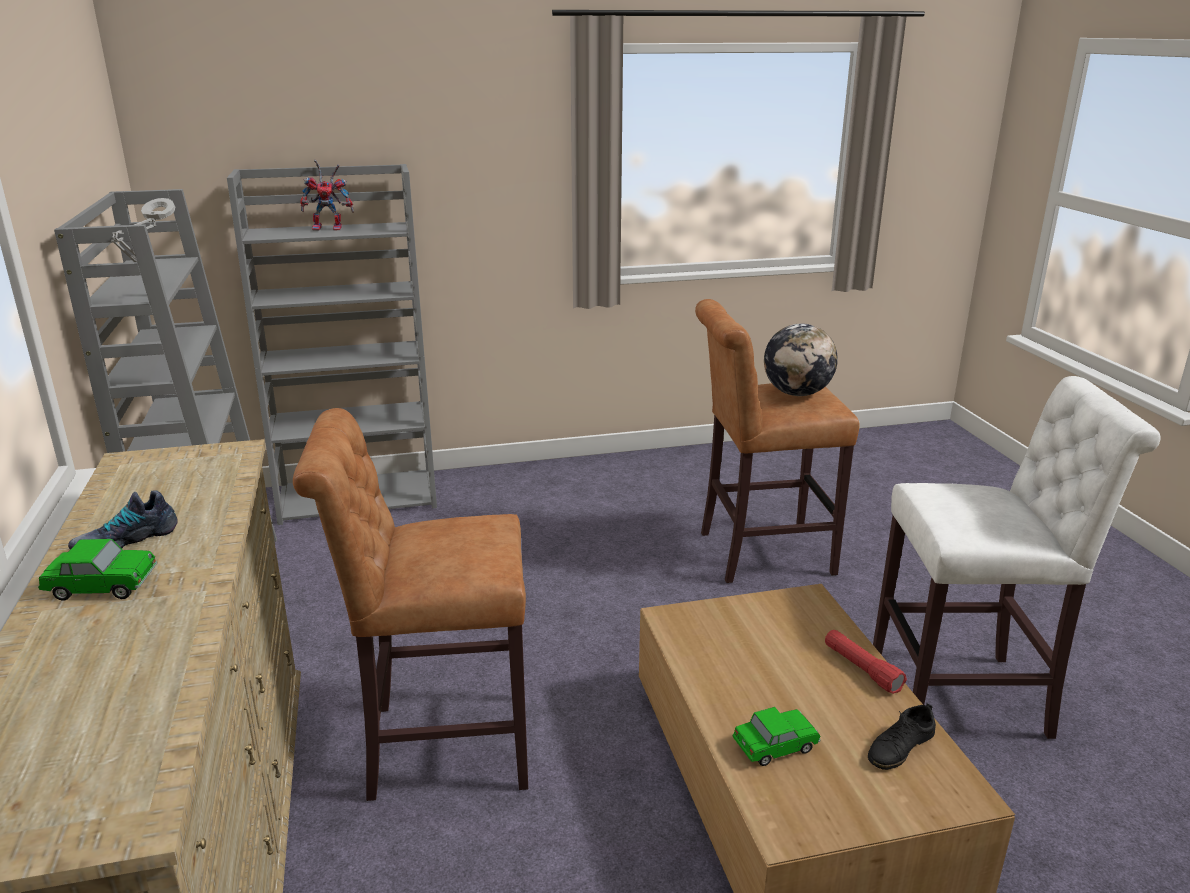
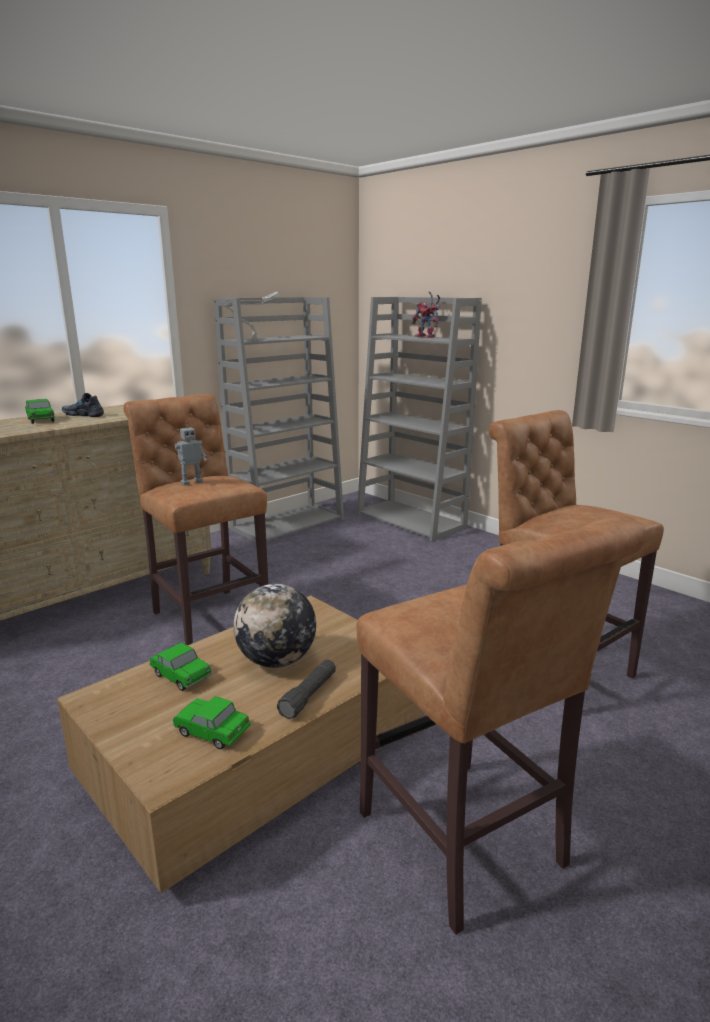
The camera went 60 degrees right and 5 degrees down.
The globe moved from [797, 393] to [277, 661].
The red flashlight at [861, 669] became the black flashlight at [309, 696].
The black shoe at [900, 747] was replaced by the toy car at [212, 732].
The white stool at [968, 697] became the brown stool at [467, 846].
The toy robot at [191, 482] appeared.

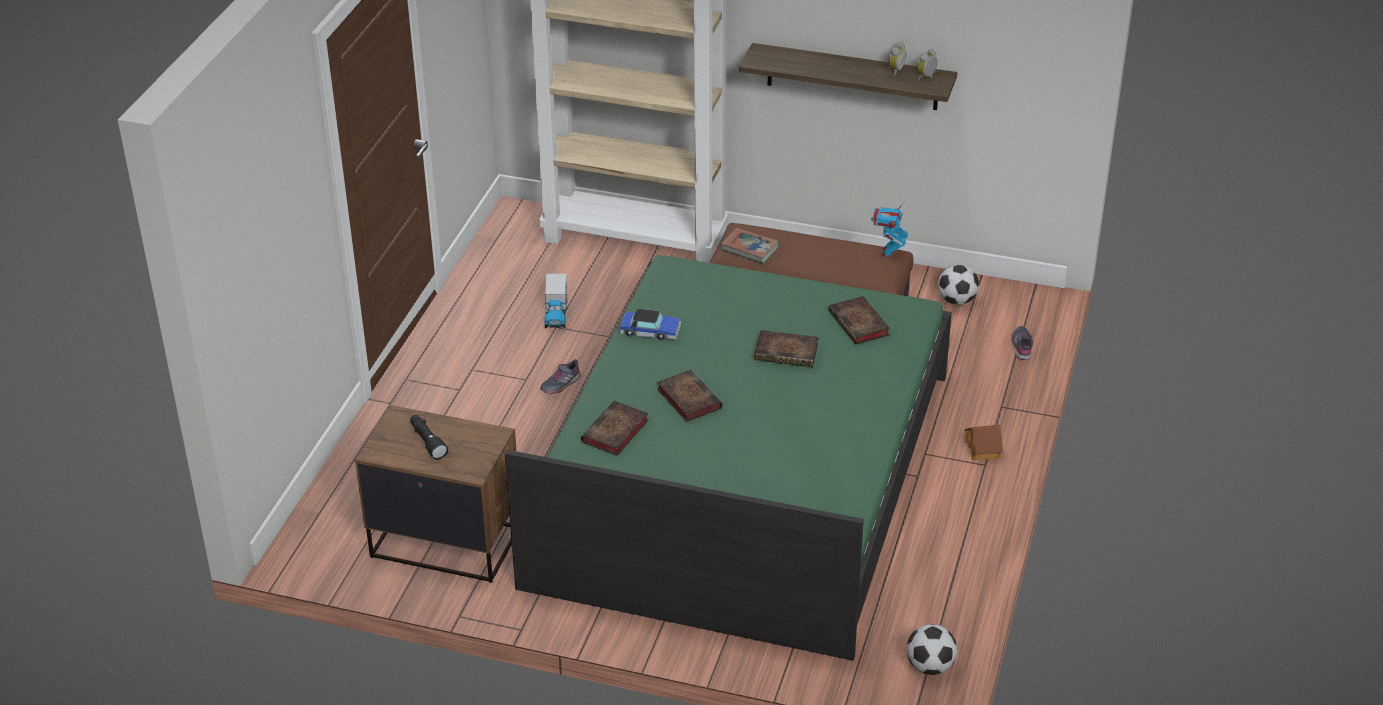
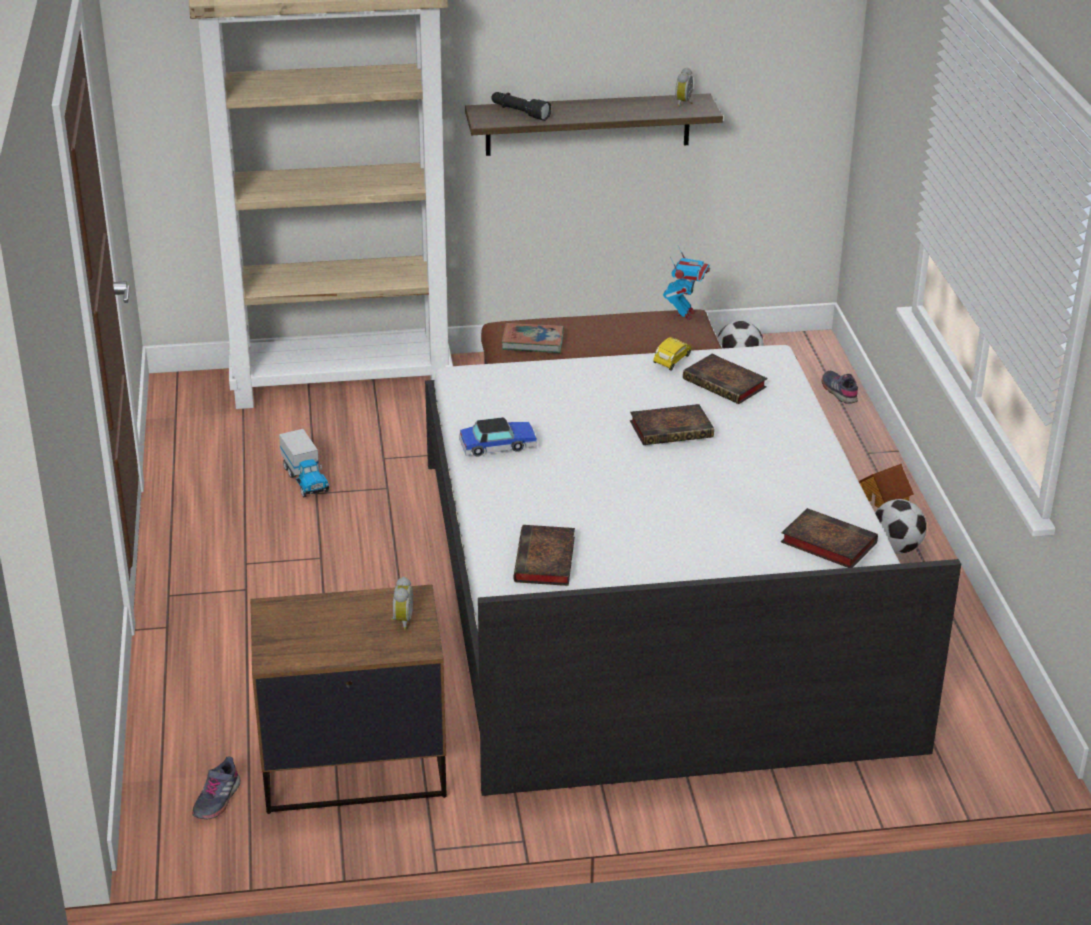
The camera went 25 degrees left and 5 degrees down.
The black flashlight moved from [427, 442] to [519, 112].
The green bed at [743, 478] became the white bed at [655, 596].
The grey shoe moved from [560, 384] to [216, 799].
The book moved from [687, 398] to [826, 543].
The toy robot at [887, 253] turned 150 degrees counterclockwise.
The alarm clock moved from [895, 70] to [401, 620].
The football moved from [930, 667] to [896, 549].
The yellow toy car at [673, 361] appeared.

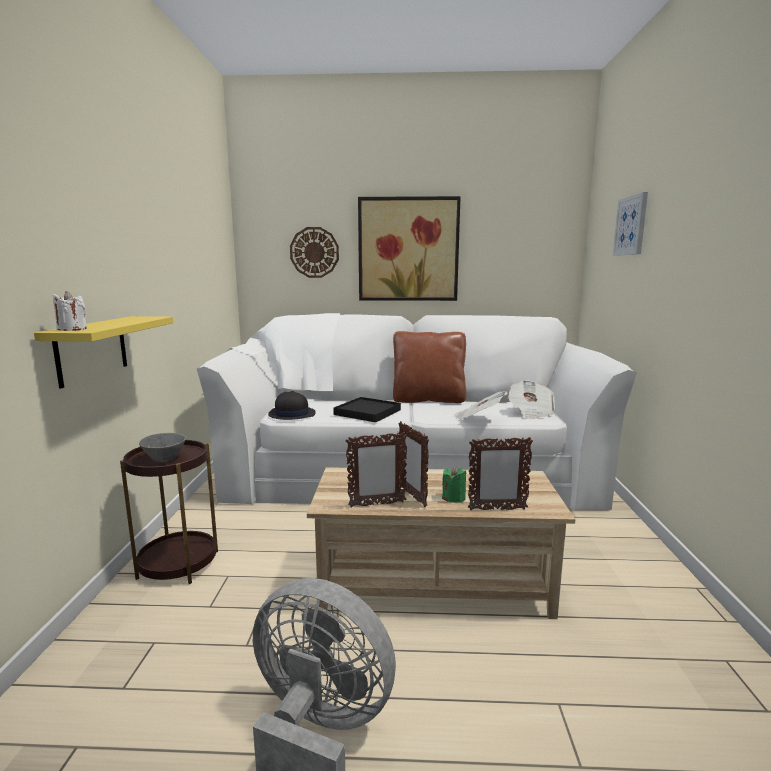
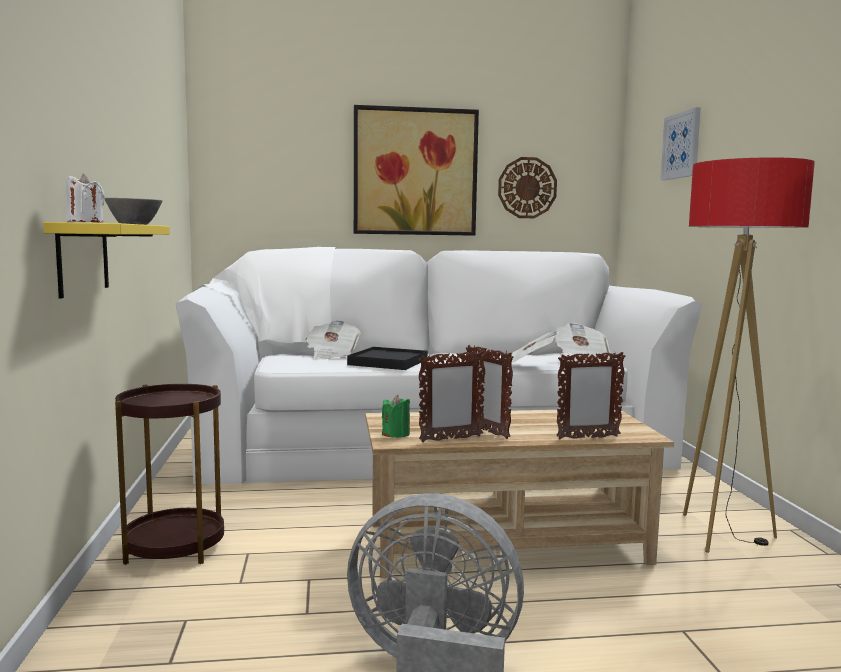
The camera went 10 degrees left and 5 degrees down.
The grey bowl moved from [163, 459] to [133, 224].
The black hat at [291, 414] disappeared.
The wall clock moved from [314, 252] to [527, 188].
The brown pillow at [428, 400] disappeared.
The green candle moved from [454, 498] to [396, 434].
The newspaper at [332, 354] appeared.
The floor lamp at [722, 534] appeared.

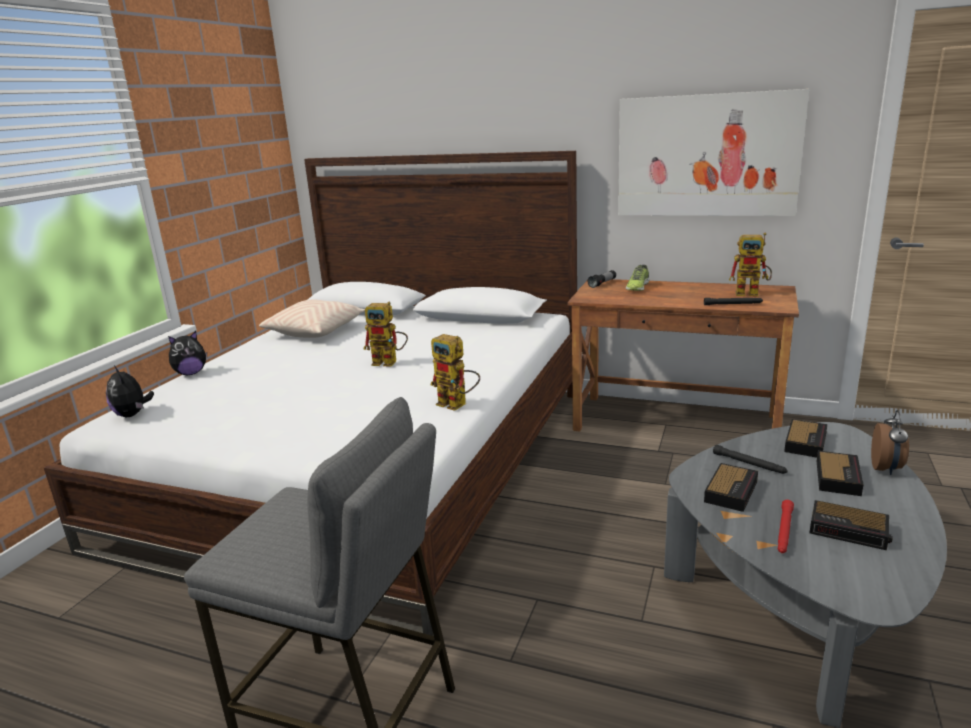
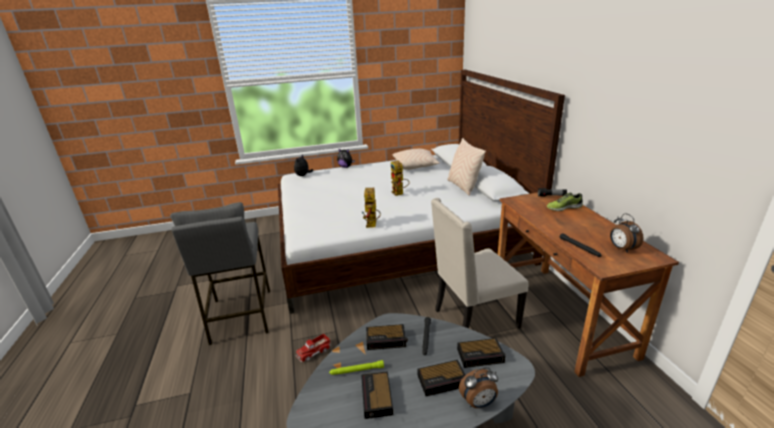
The camera went 55 degrees right and 5 degrees up.
The picture at [707, 156] disappeared.
The toy robot at [752, 293] was replaced by the alarm clock at [621, 249].
The red flashlight at [784, 531] became the green flashlight at [356, 370].
The toy truck at [314, 351] appeared.
The beige chair at [473, 319] appeared.
The beige pillow at [463, 187] appeared.

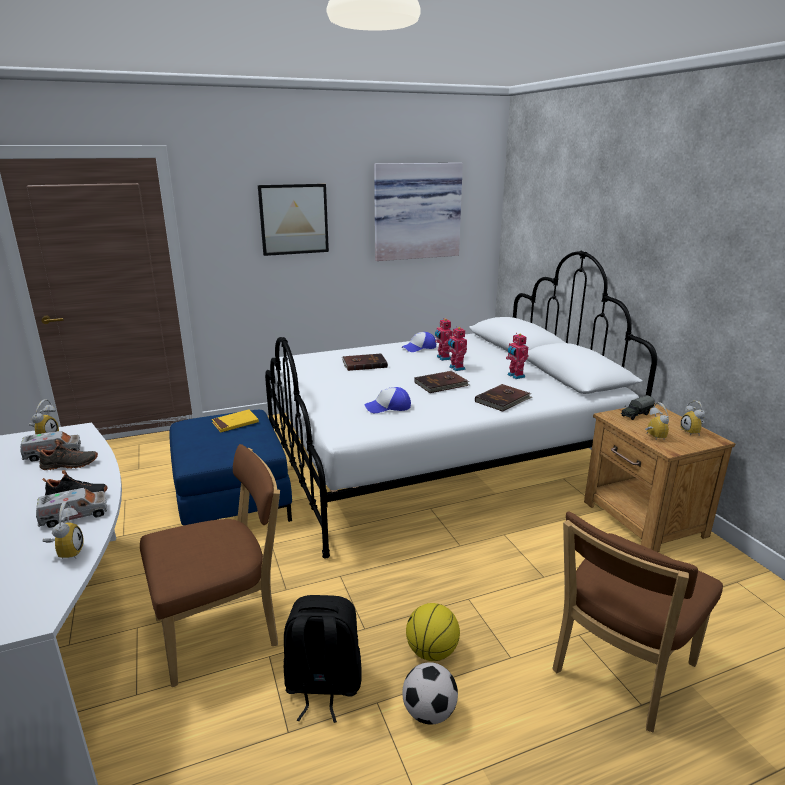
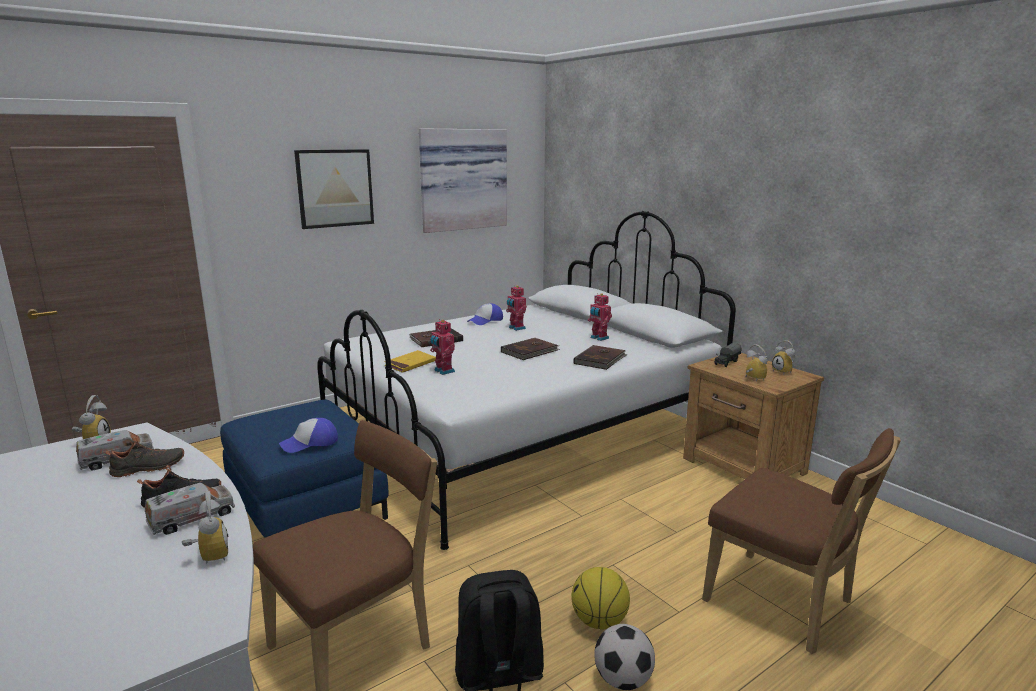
The camera went 15 degrees left and 5 degrees down.
The yellow book moved from [235, 423] to [410, 364].
The cap moved from [388, 407] to [310, 443].
The toy robot moved from [456, 368] to [443, 371].
The brown chair at [619, 671] turned 75 degrees counterclockwise.

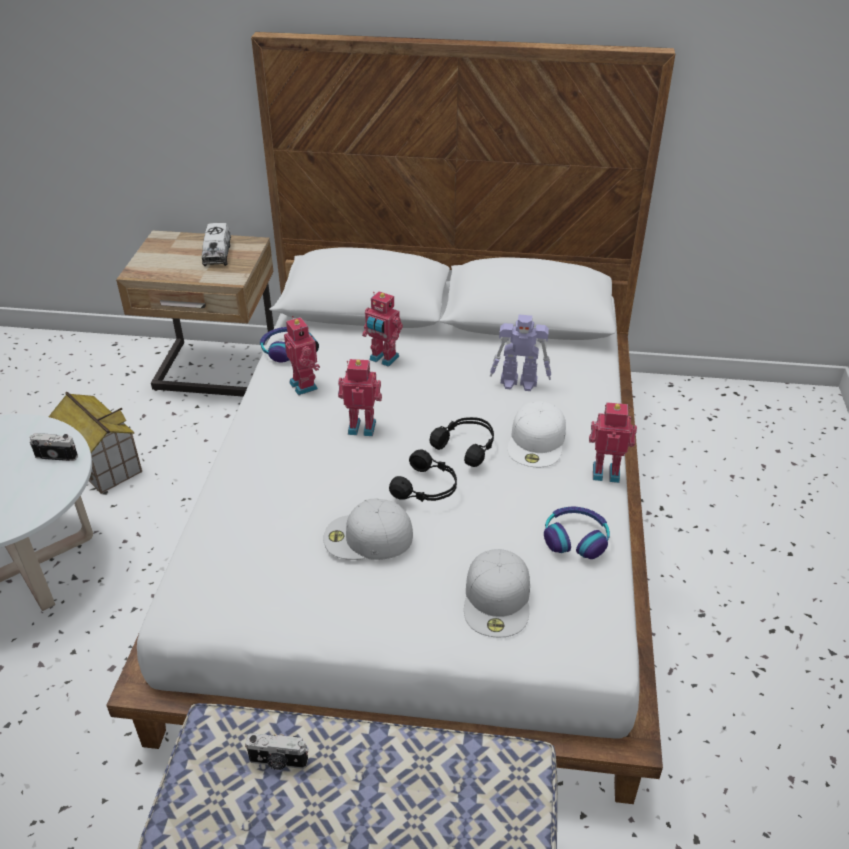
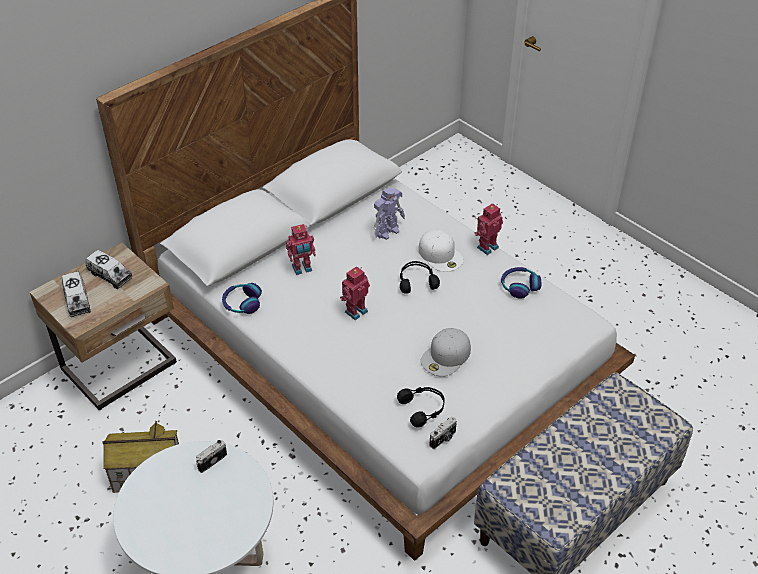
The camera went 50 degrees left and 5 degrees up.
The photo camera moved from [278, 762] to [443, 439].
The toy robot at [305, 385] disappeared.
The black headphones moved from [427, 488] to [423, 408].
The white cap at [498, 599] disappeared.
The toy truck at [77, 300] appeared.

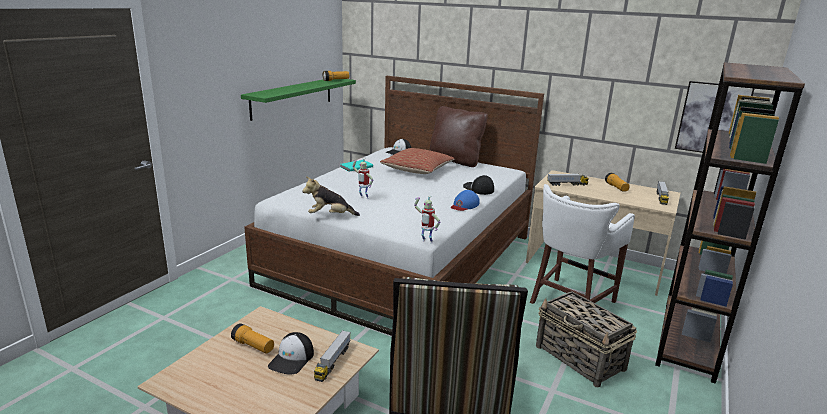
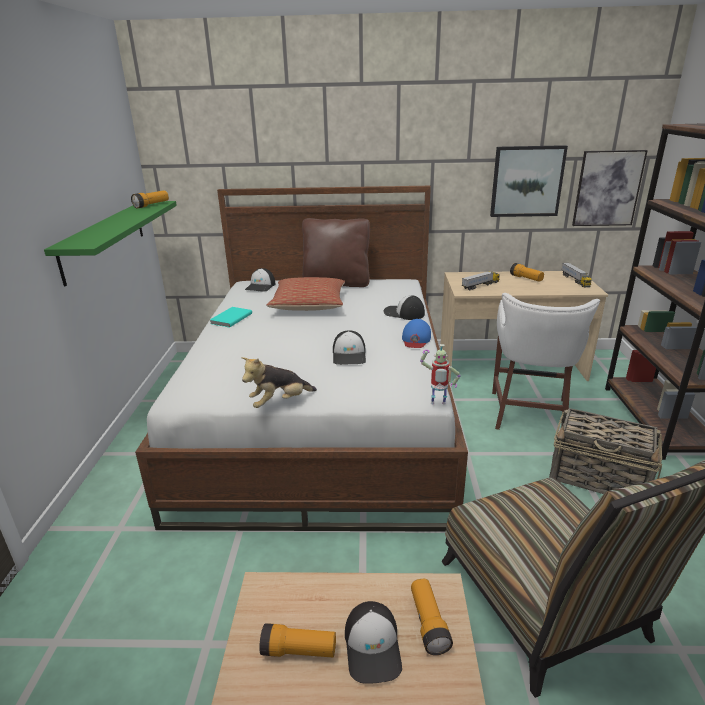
The camera went 25 degrees left and 5 degrees up.
The toy truck at [333, 362] was replaced by the flashlight at [428, 623].
The toy robot at [363, 198] disappeared.
The cap at [349, 355] appeared.
The picture at [526, 181] appeared.

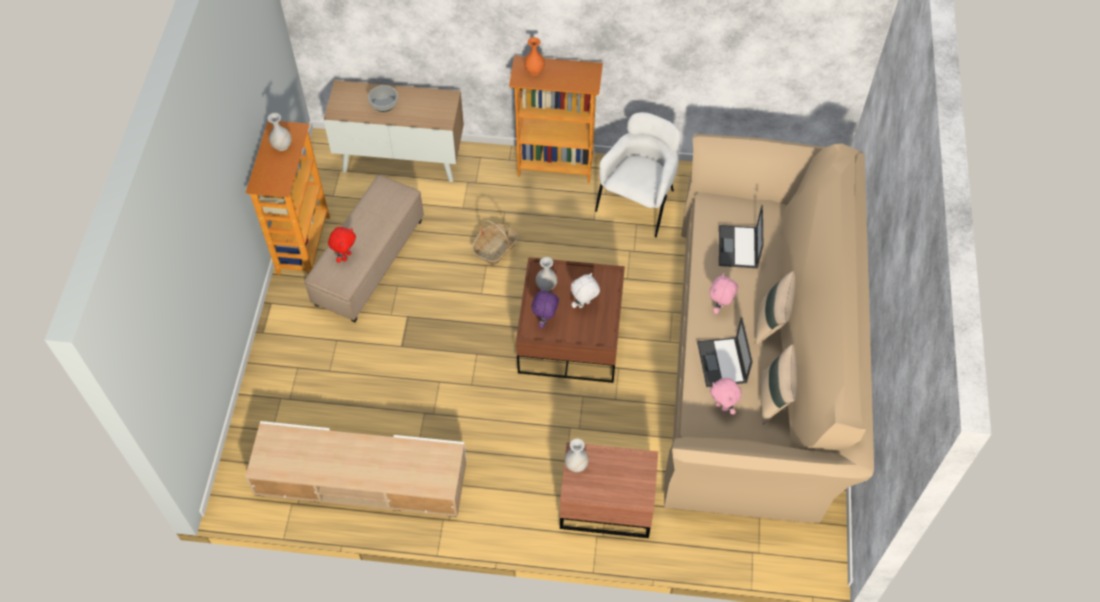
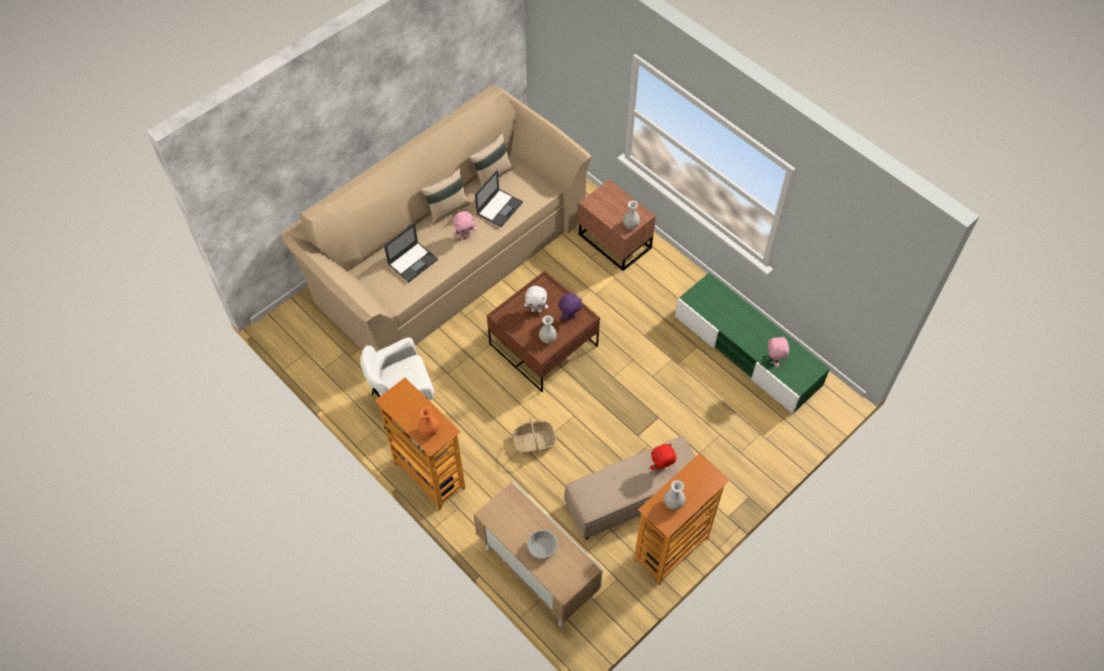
The camera went 140 degrees left and 0 degrees up.
The beige tv stand at [361, 478] became the green tv stand at [747, 351].
The pink plush toy moved from [722, 407] to [773, 360].

